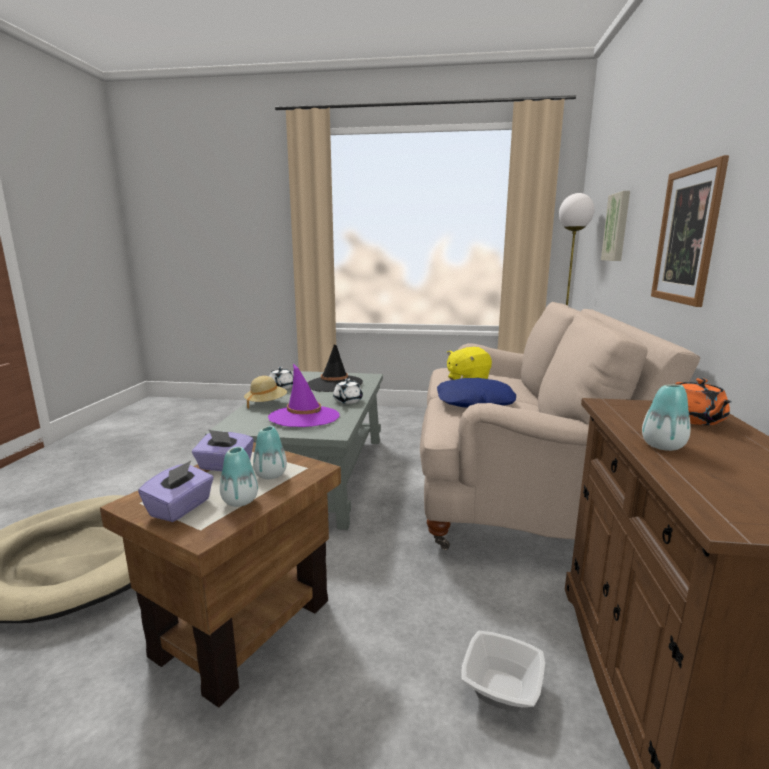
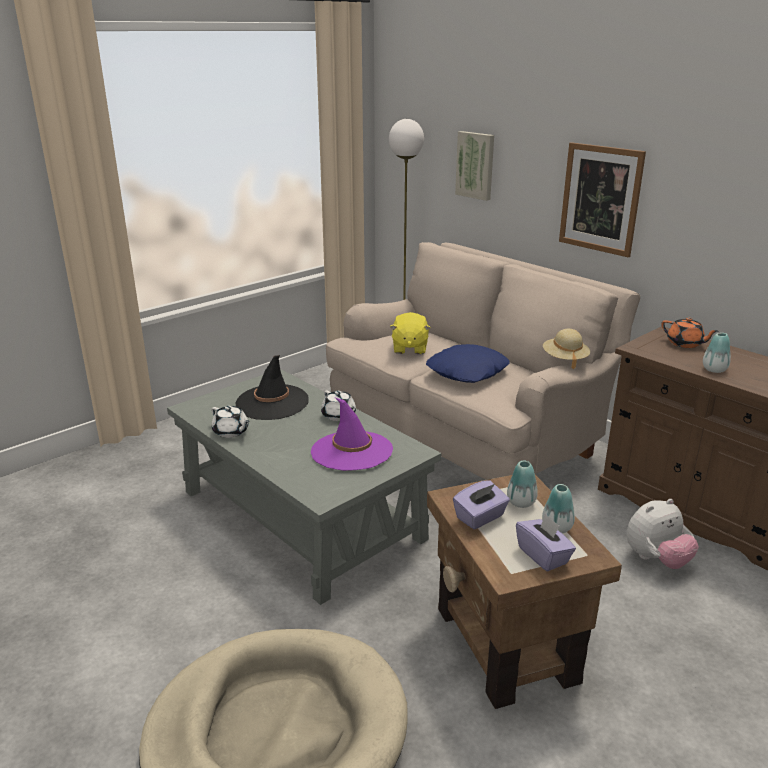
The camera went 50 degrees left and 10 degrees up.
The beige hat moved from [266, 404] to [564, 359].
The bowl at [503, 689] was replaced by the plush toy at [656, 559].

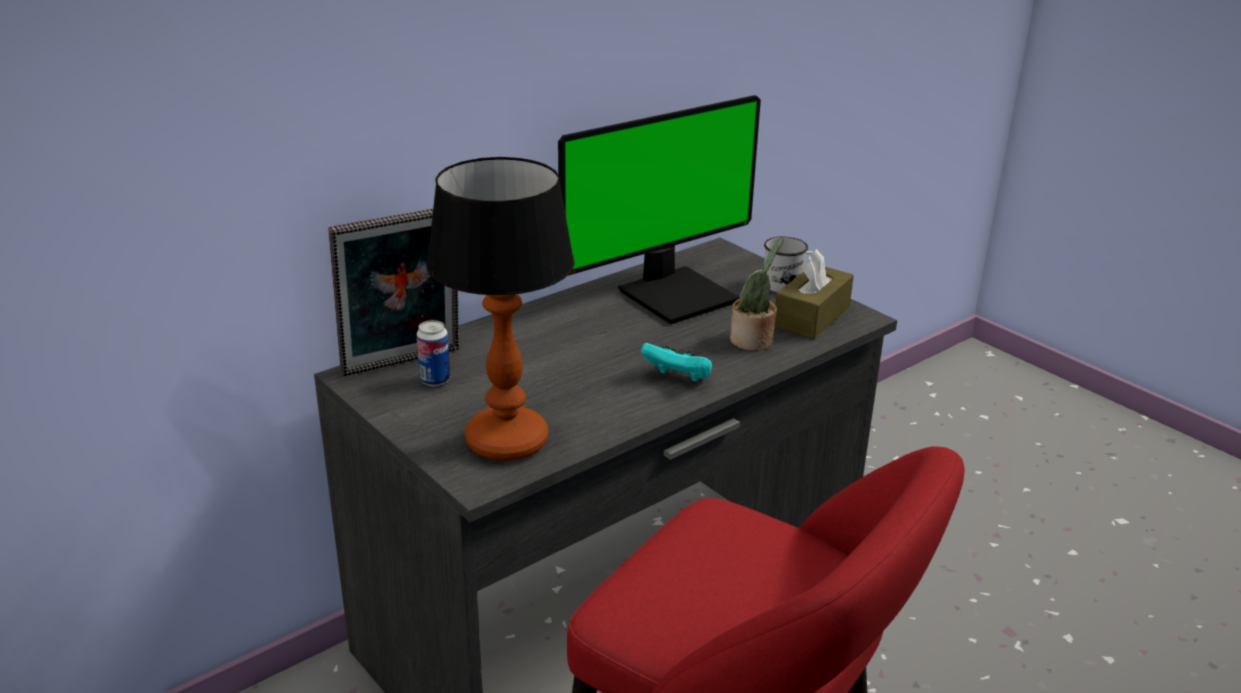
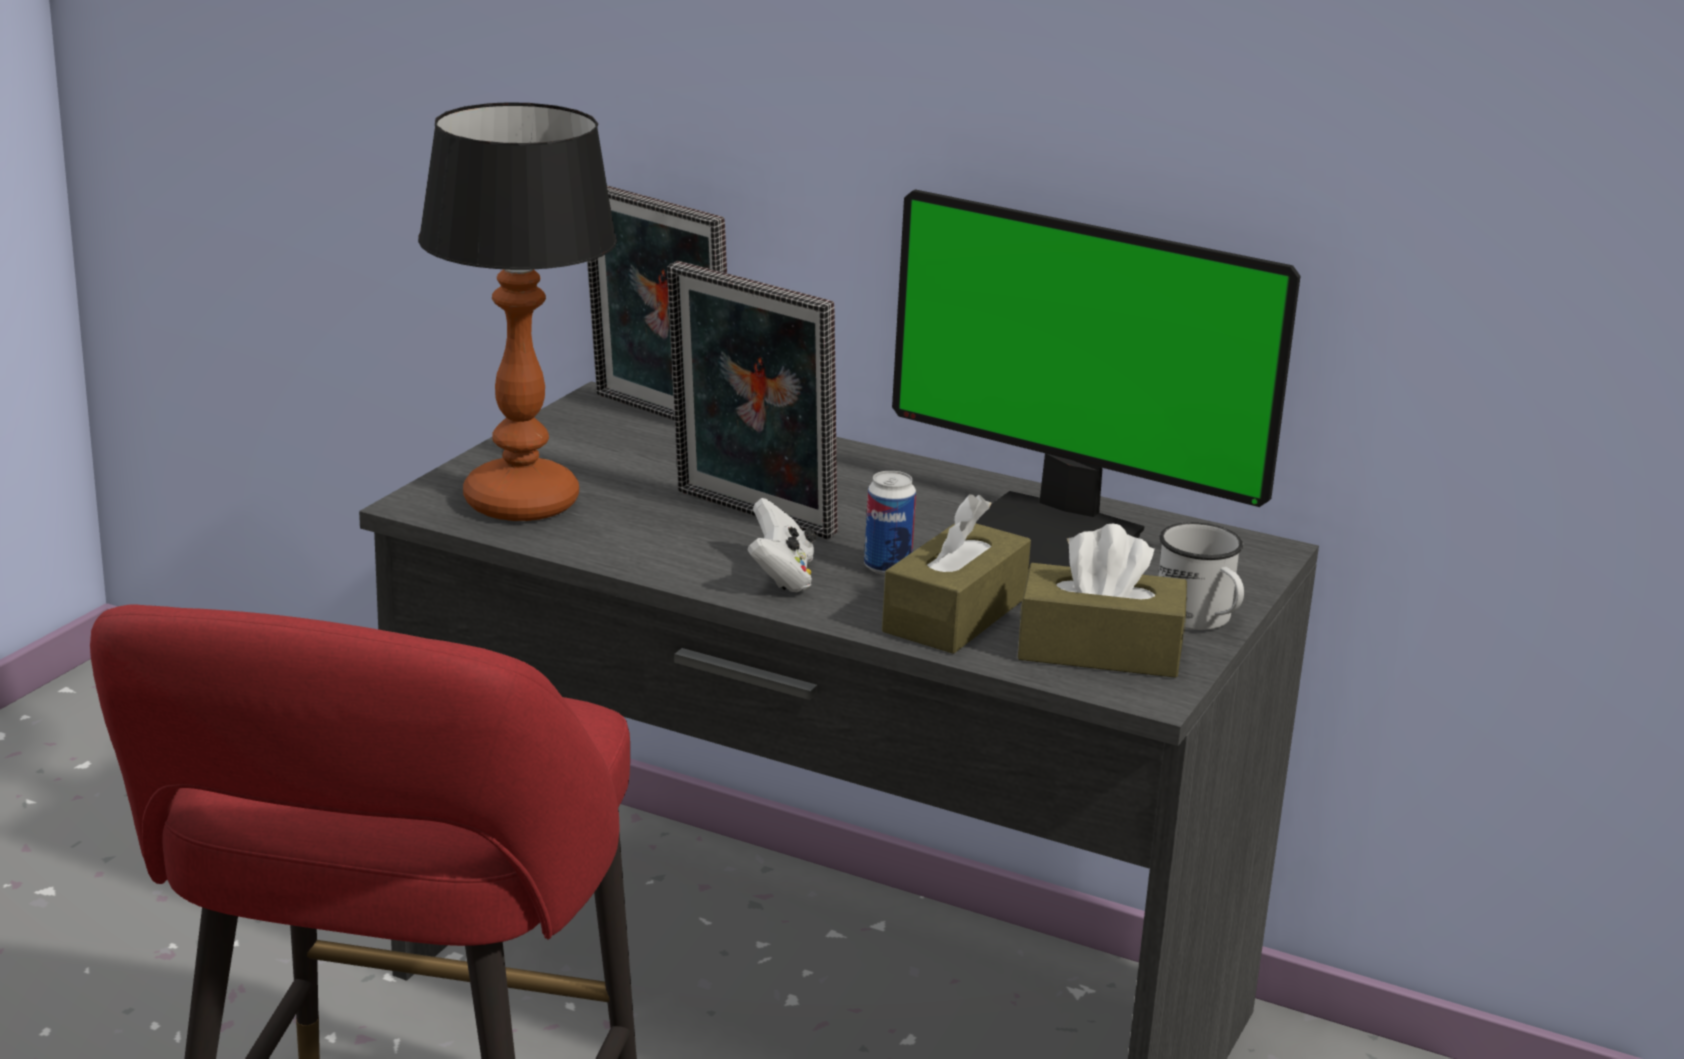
The camera went 65 degrees right and 5 degrees down.
The can moved from [435, 380] to [887, 567].
The turquoise game controller at [678, 378] became the white game controller at [781, 577].
The potted plant at [753, 341] was replaced by the brown tissue box at [955, 615].
The picture frame at [749, 516] appeared.

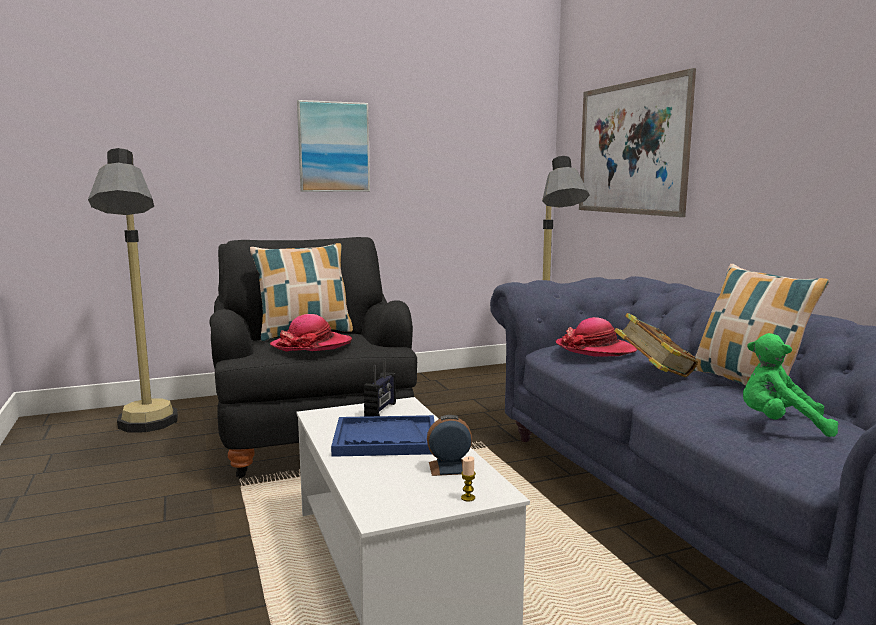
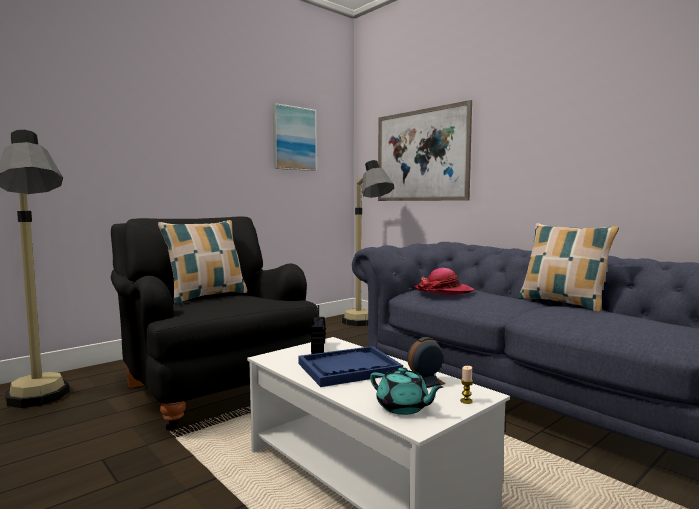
The camera went 20 degrees left and 5 degrees down.
The hat at [311, 345] disappeared.
The picture moved from [333, 147] to [294, 138].
The book at [653, 374] disappeared.
The green plush toy at [779, 425] disappeared.
The turquoise teapot at [403, 407] appeared.

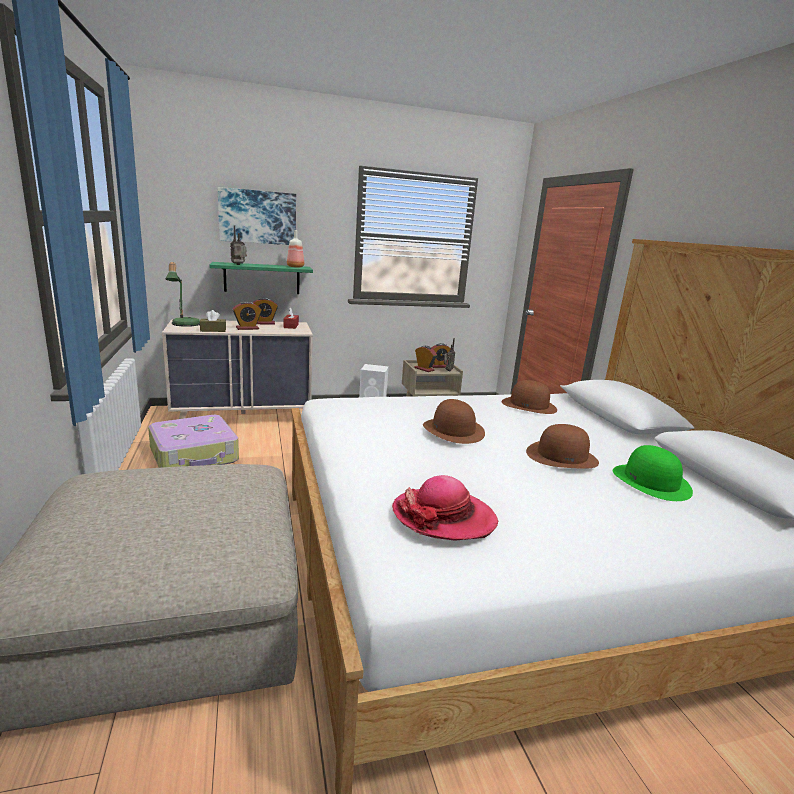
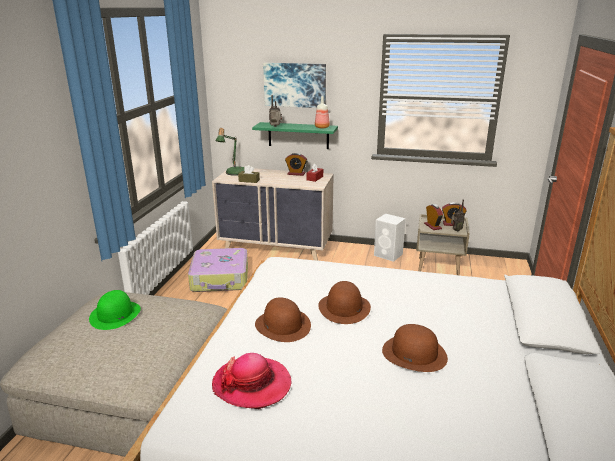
The camera went 30 degrees right and 5 degrees up.
The alarm clock at [247, 328] disappeared.
The brown hat moved from [529, 405] to [283, 325].
The green hat moved from [651, 482] to [115, 315].

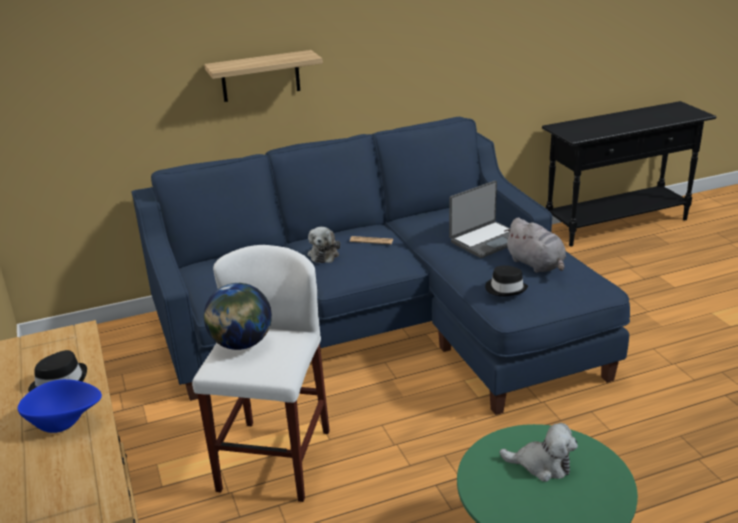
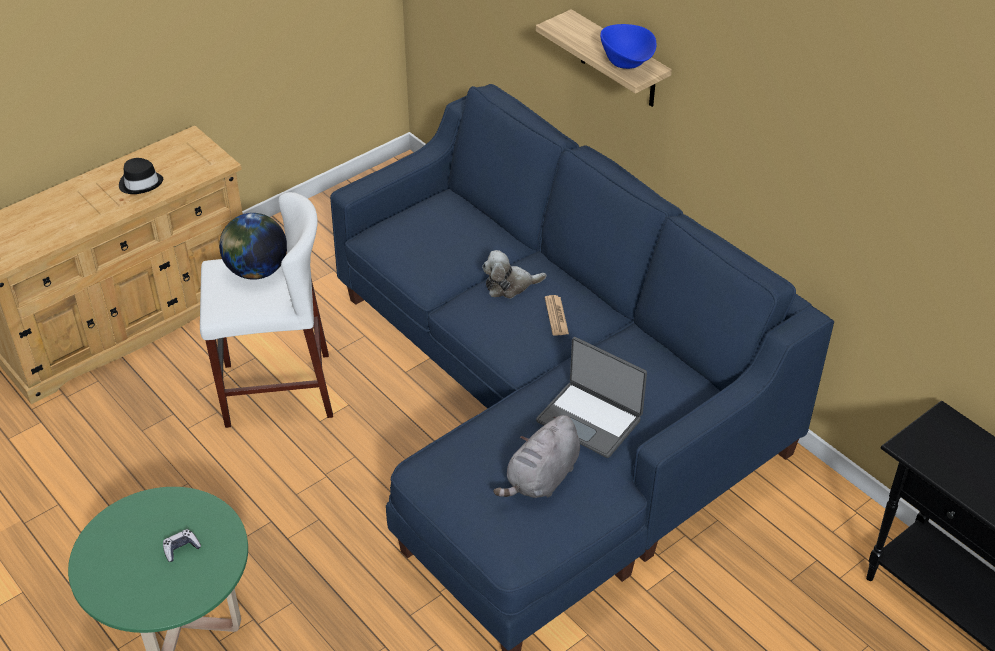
The camera went 70 degrees right and 15 degrees up.
The blue bowl moved from [65, 423] to [628, 65].
The black hat at [505, 288] disappeared.
The plush toy at [542, 465] was replaced by the game controller at [181, 548].

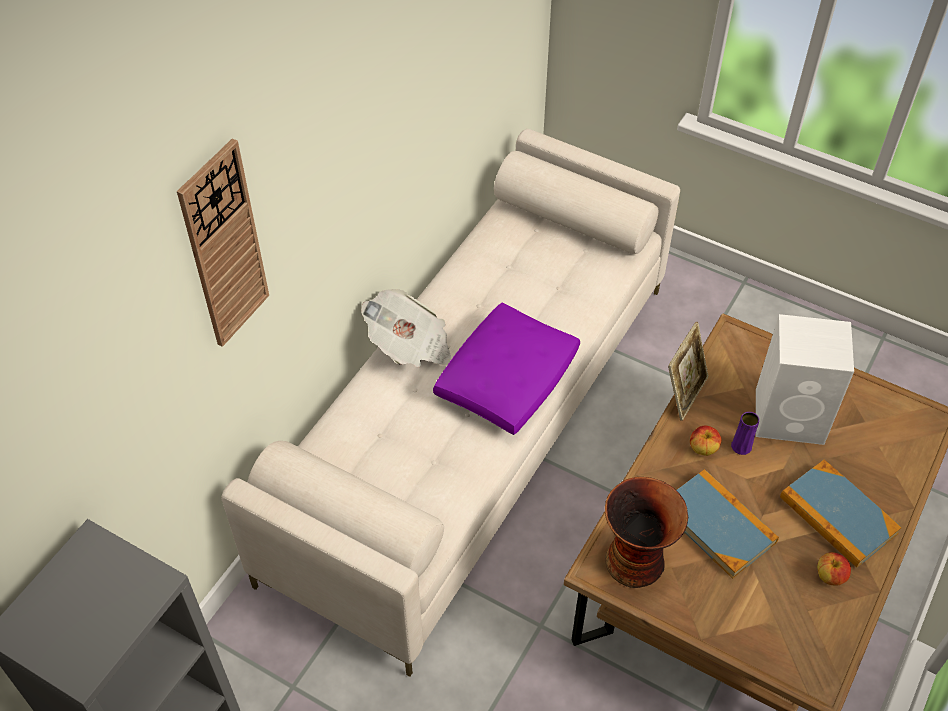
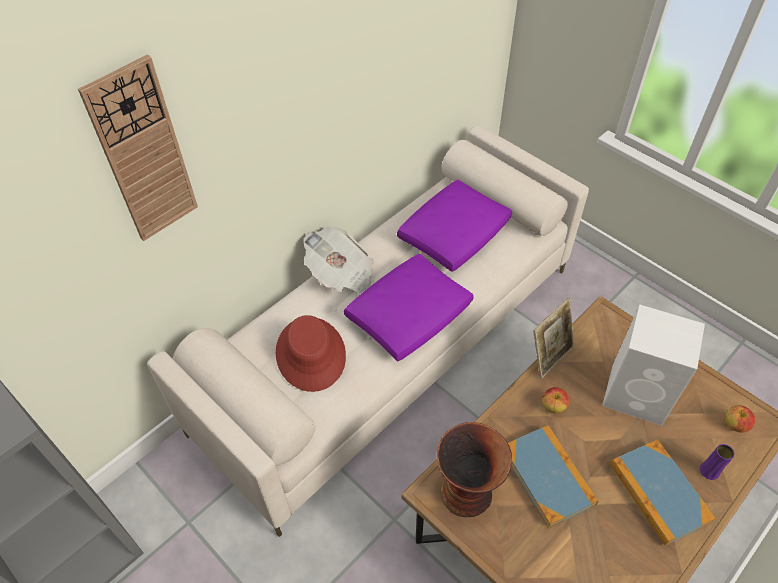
The camera went 15 degrees right and 0 degrees up.
The purple vase moved from [741, 446] to [709, 471].
The apple moved from [830, 576] to [735, 425].
The red hat at [311, 354] appeared.
The purple pillow at [454, 234] appeared.

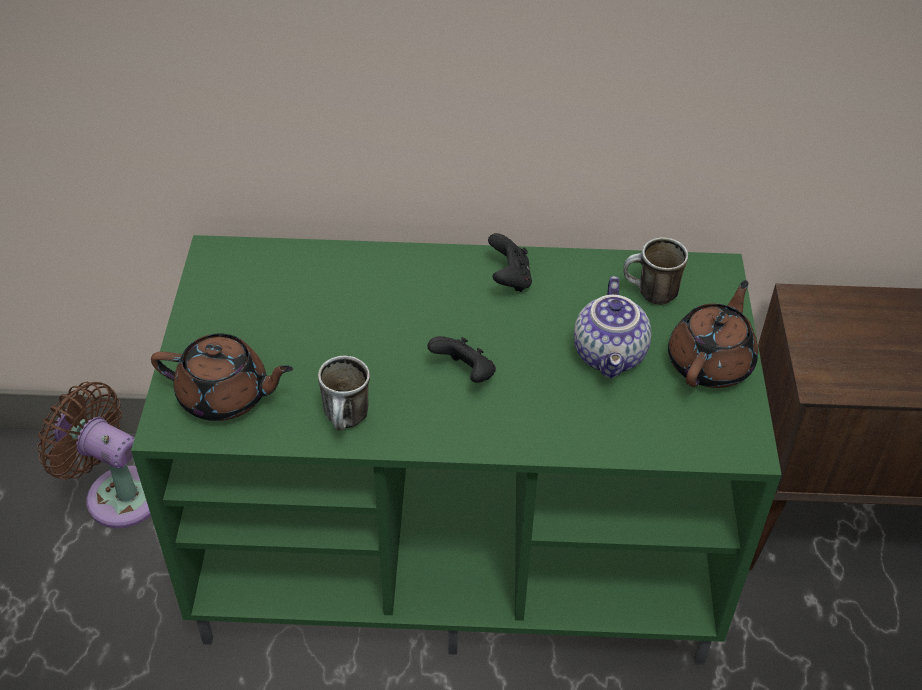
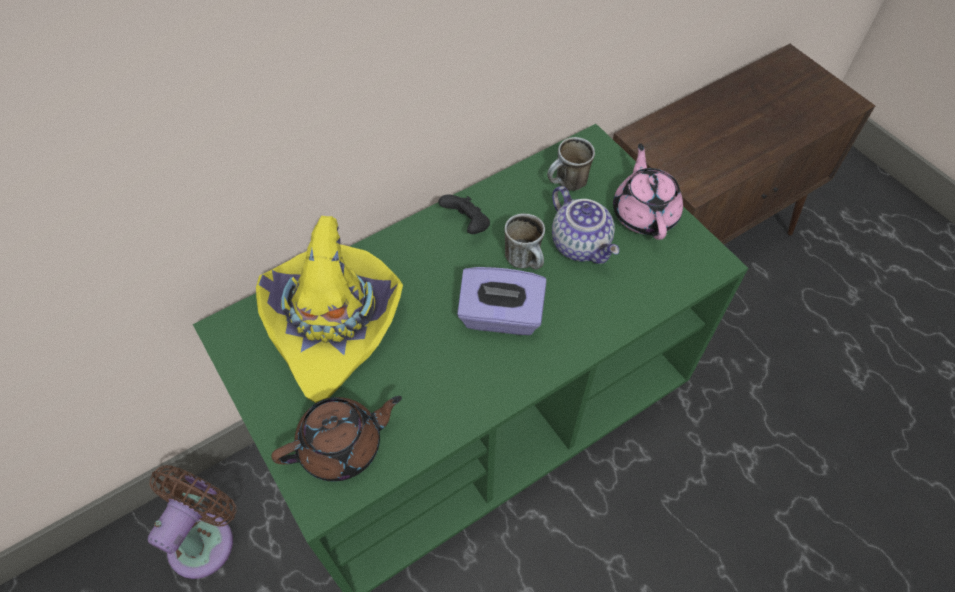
The camera went 35 degrees left and 10 degrees up.
The brown fan at [117, 493] turned 120 degrees clockwise.
The mug moved from [348, 421] to [526, 261].
The black game controller at [465, 374] was replaced by the purple tissue box at [500, 317].
The brown teapot at [710, 362] became the pink teapot at [644, 213].
The yellow hat at [334, 322] appeared.

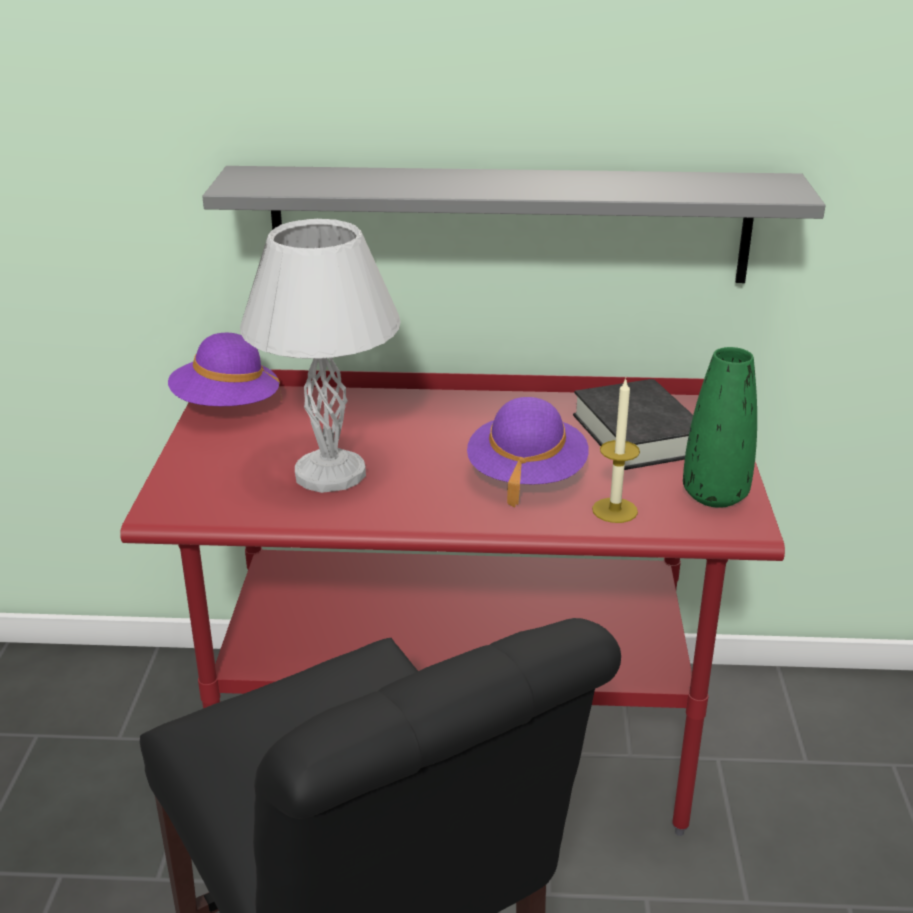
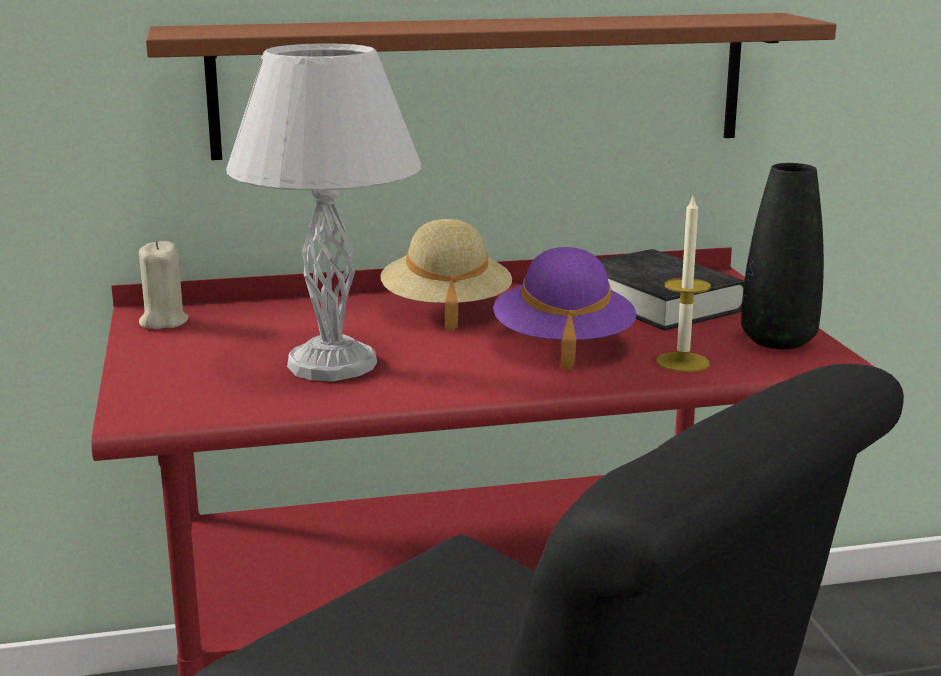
The camera went 15 degrees left and 10 degrees down.
The purple hat at [226, 407] was replaced by the beige candle at [163, 322].
The grey shelf at [509, 224] became the brown shelf at [483, 84].
The green vase at [714, 496] became the black vase at [778, 340].
The beige hat at [445, 309] appeared.

